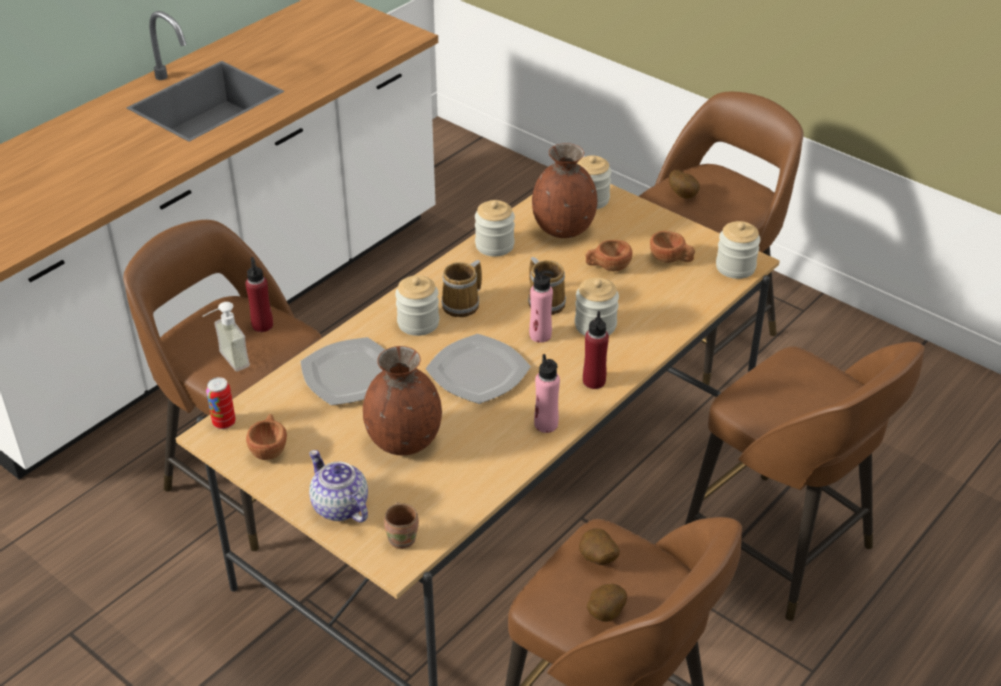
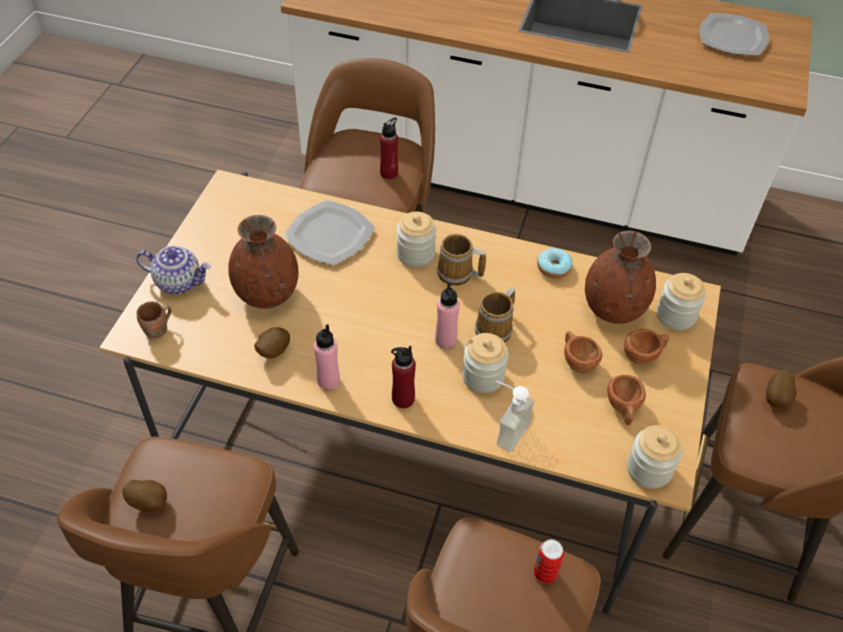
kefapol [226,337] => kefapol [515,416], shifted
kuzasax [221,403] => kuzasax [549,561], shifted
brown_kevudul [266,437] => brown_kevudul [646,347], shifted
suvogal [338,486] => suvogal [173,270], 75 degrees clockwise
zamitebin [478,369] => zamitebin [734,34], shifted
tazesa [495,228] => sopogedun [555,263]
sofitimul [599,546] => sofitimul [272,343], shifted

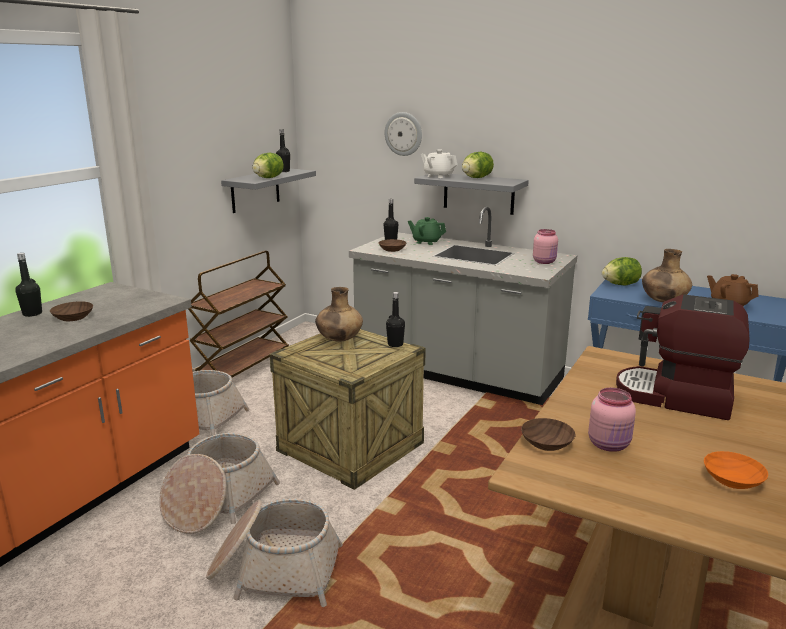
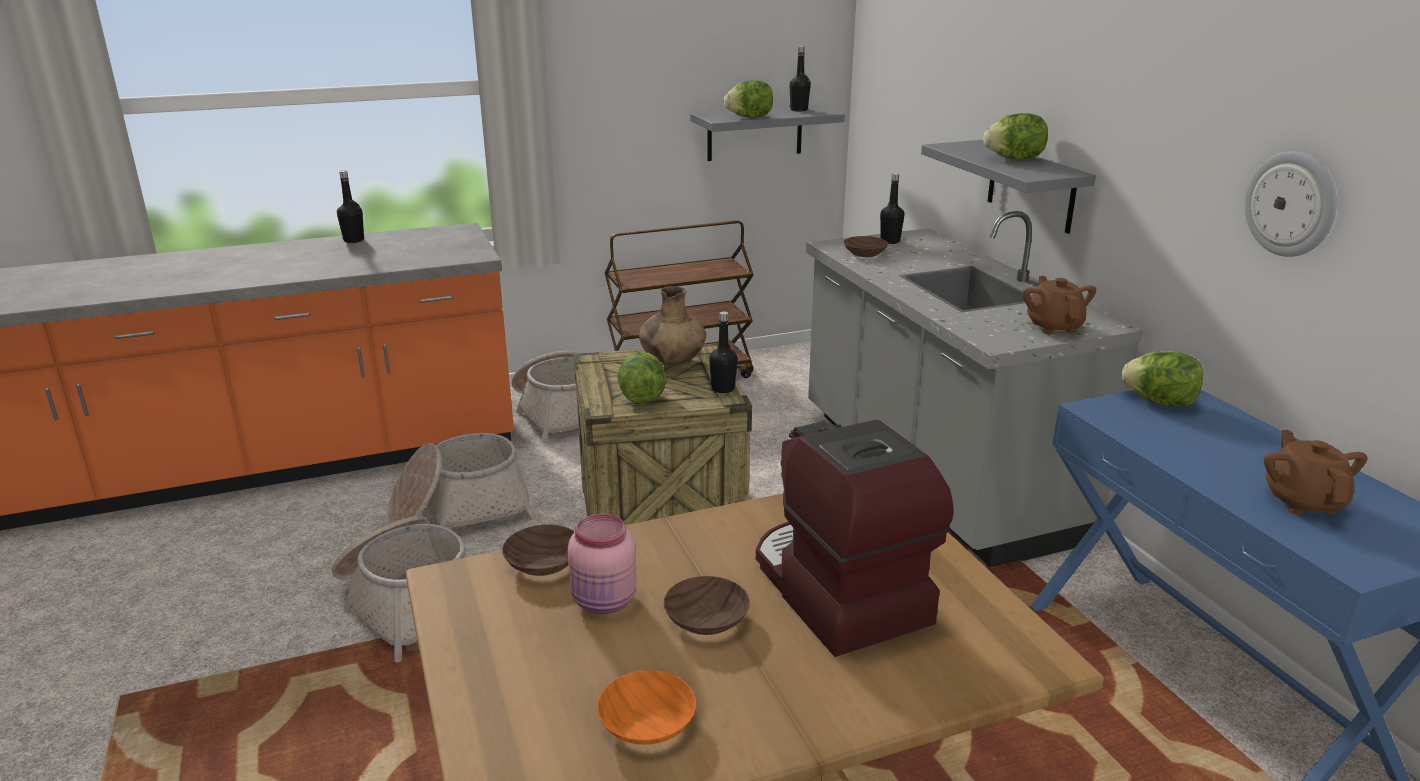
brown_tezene [71,311] => brown_tezene [707,605], shifted
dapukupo [403,134] => dapukupo [1291,204], shifted
green_suvogal [427,231] => nothing
white_suvogal [439,164] => nothing
pink_tazesa [545,246] => brown_suvogal [1059,305]
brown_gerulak [667,275] => nothing
nothing => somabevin [641,378]

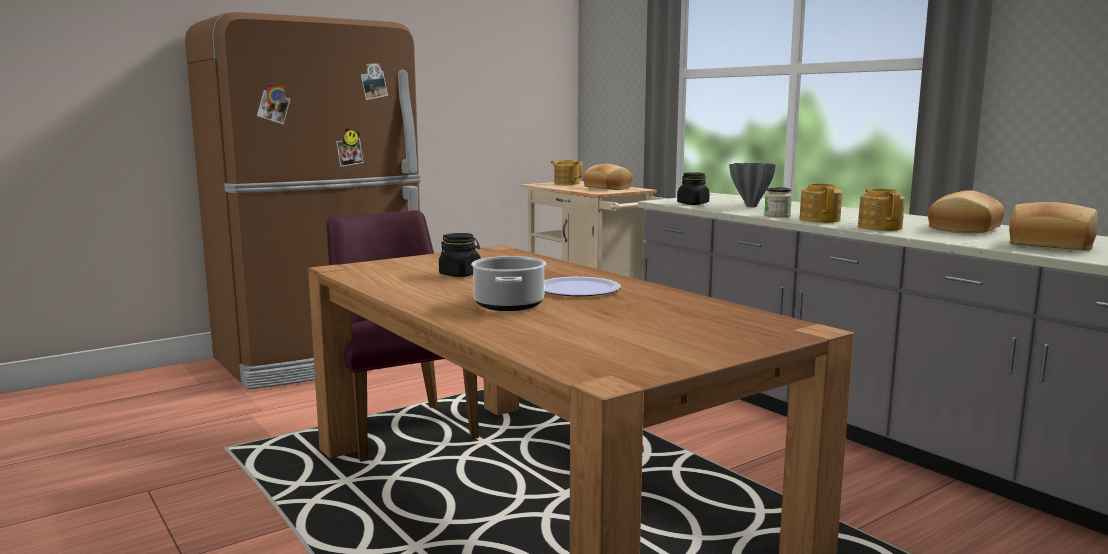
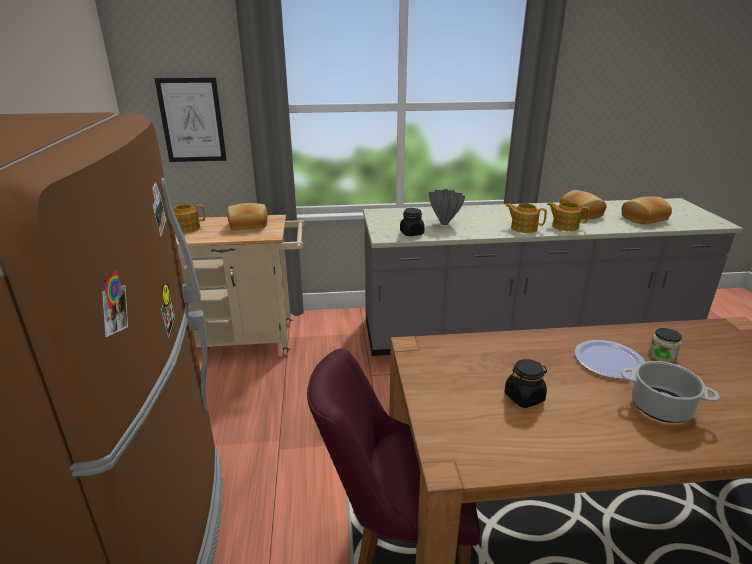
tazesa [778,202] => tazesa [665,345], shifted
nothing => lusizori [190,120]

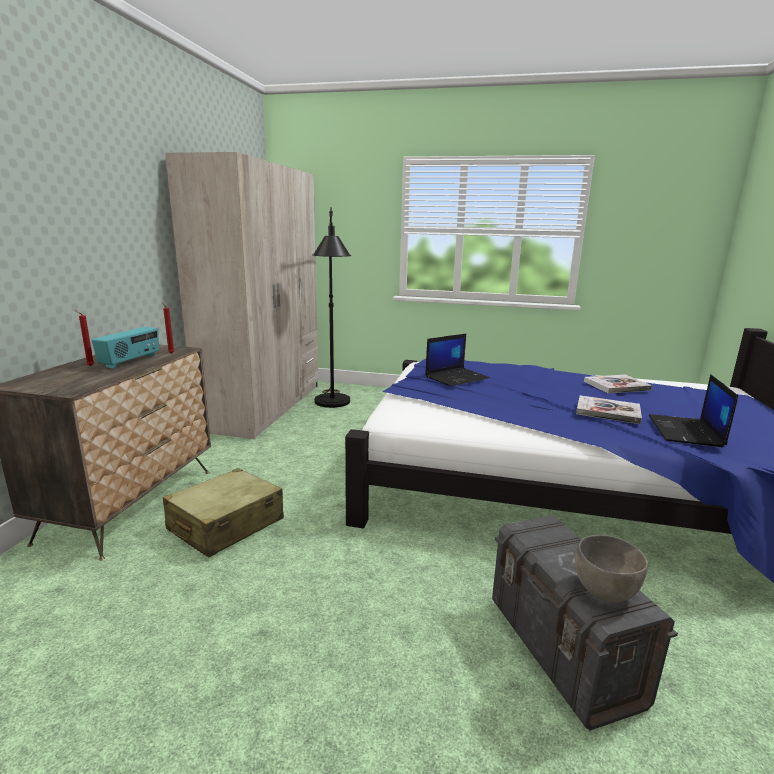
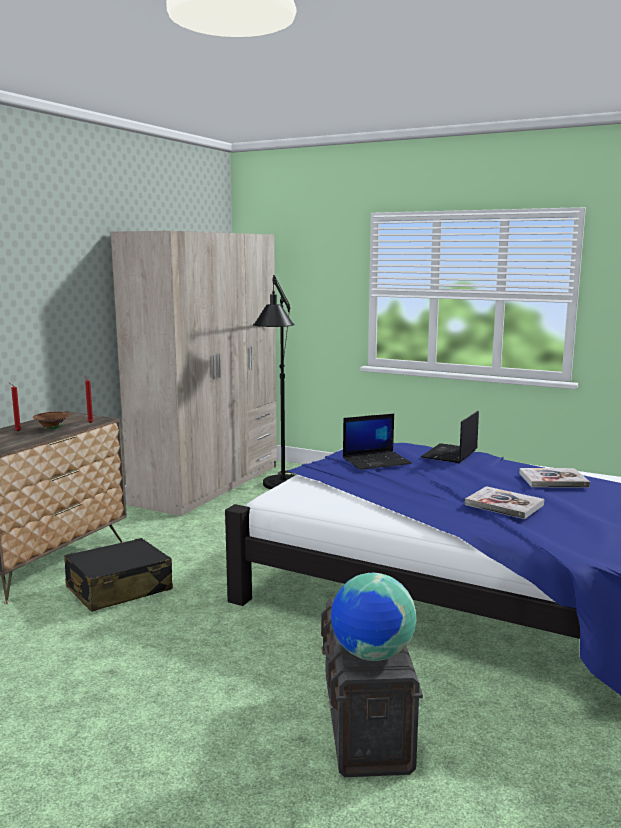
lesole [125,348] => brown_tezene [51,421]
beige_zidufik [223,512] => black_zidufik [118,575]
grey_tezene [611,568] => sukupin [373,617]
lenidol [693,410] => lenidol [450,437], shifted

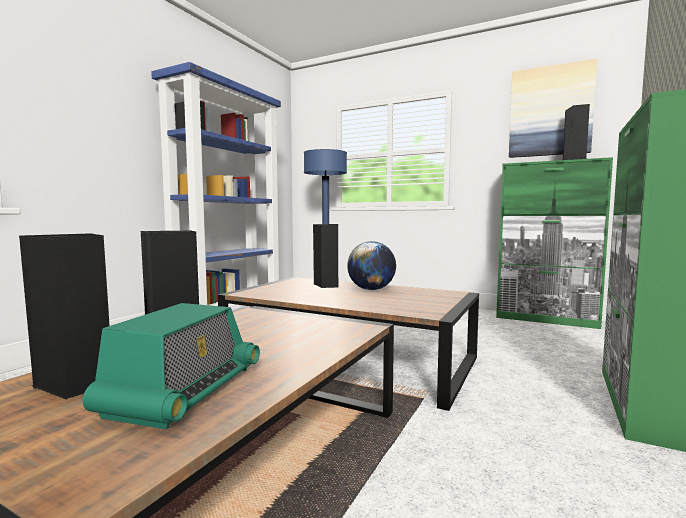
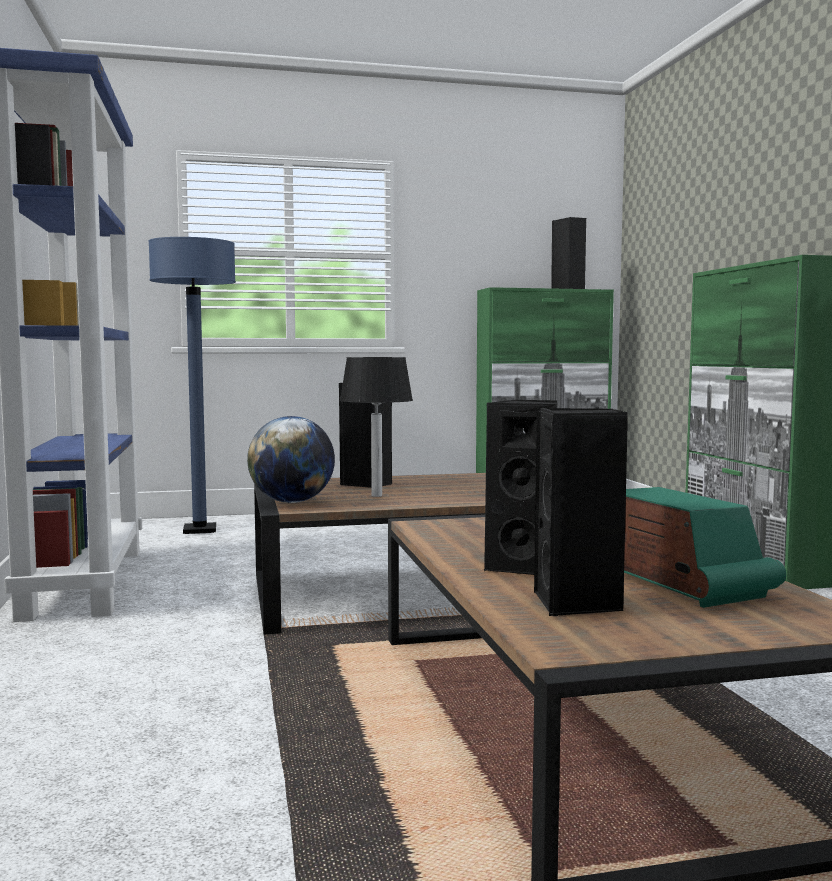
sukupin [371,265] => sukupin [291,459], shifted
lusizori [553,108] => nothing
nothing => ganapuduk [376,427]

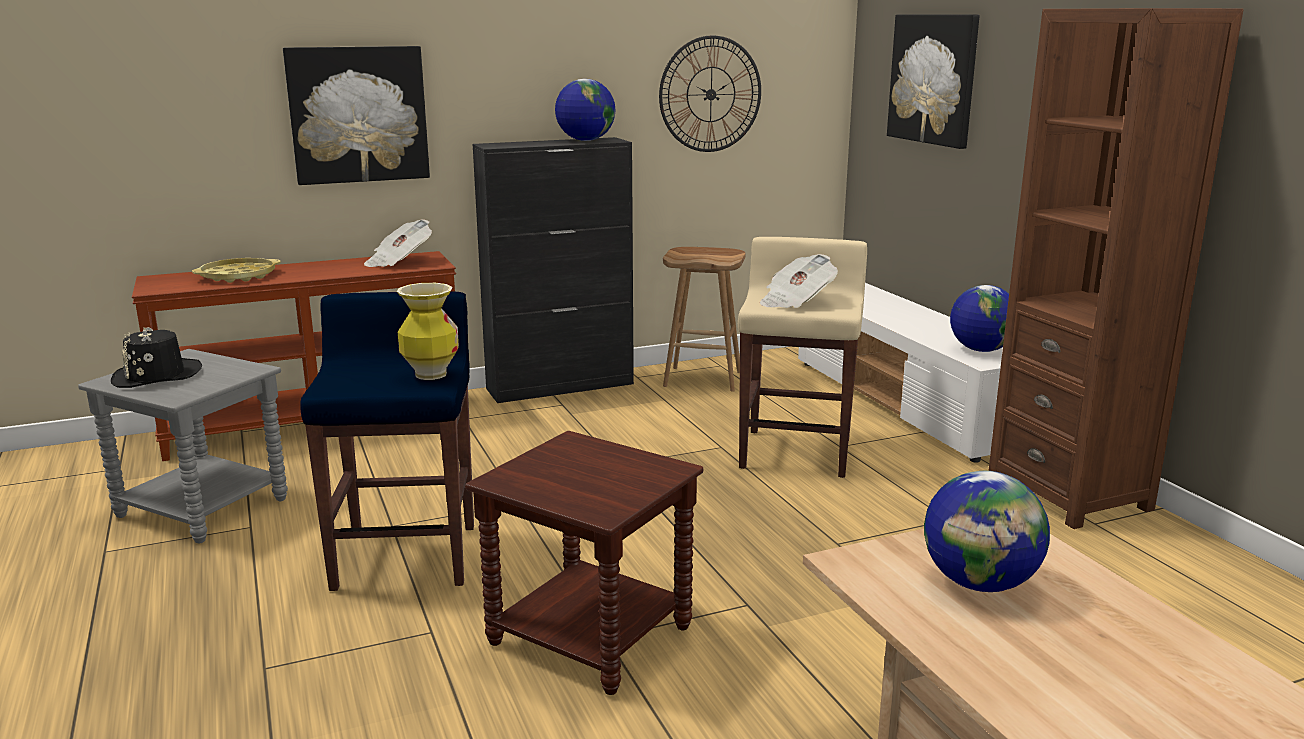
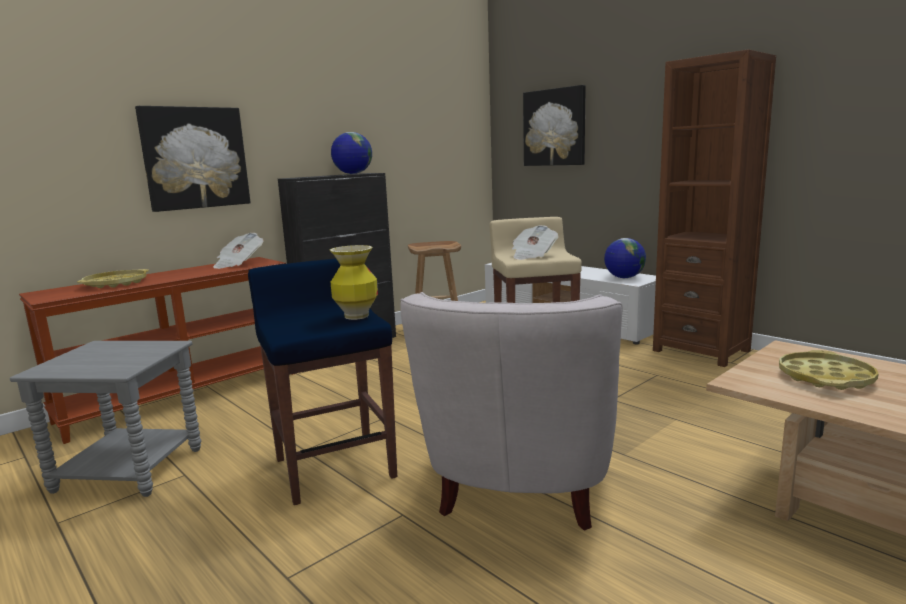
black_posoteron [156,357] => nothing
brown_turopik [584,563] => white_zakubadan [511,411]
dapukupo [710,93] => nothing
sukupin [987,531] => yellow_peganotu [829,370]

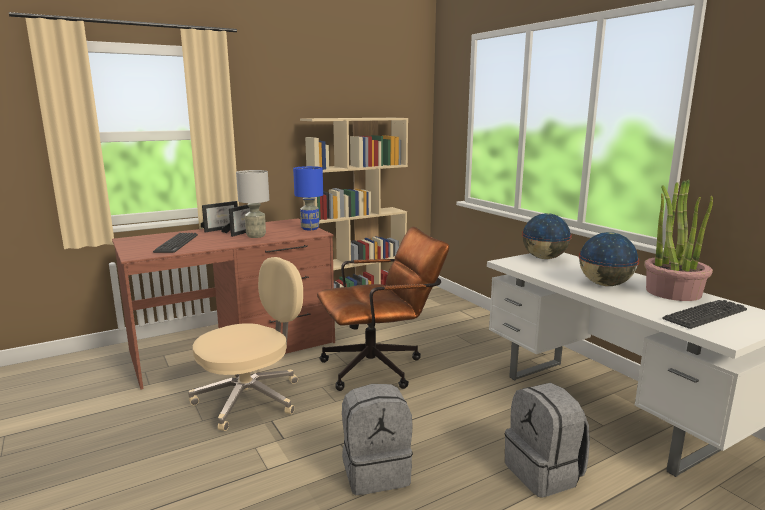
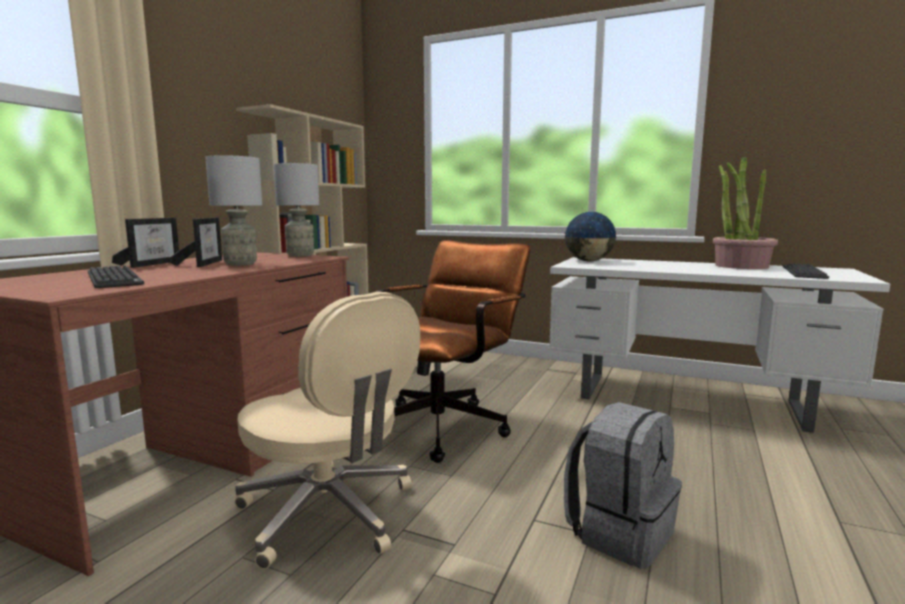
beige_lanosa [245,344] => beige_lanosa [327,430], 120 degrees clockwise
blue_ganapuduk [308,198] => grey_ganapuduk [296,210]
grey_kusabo [547,440] => nothing
sukupin [609,259] => nothing

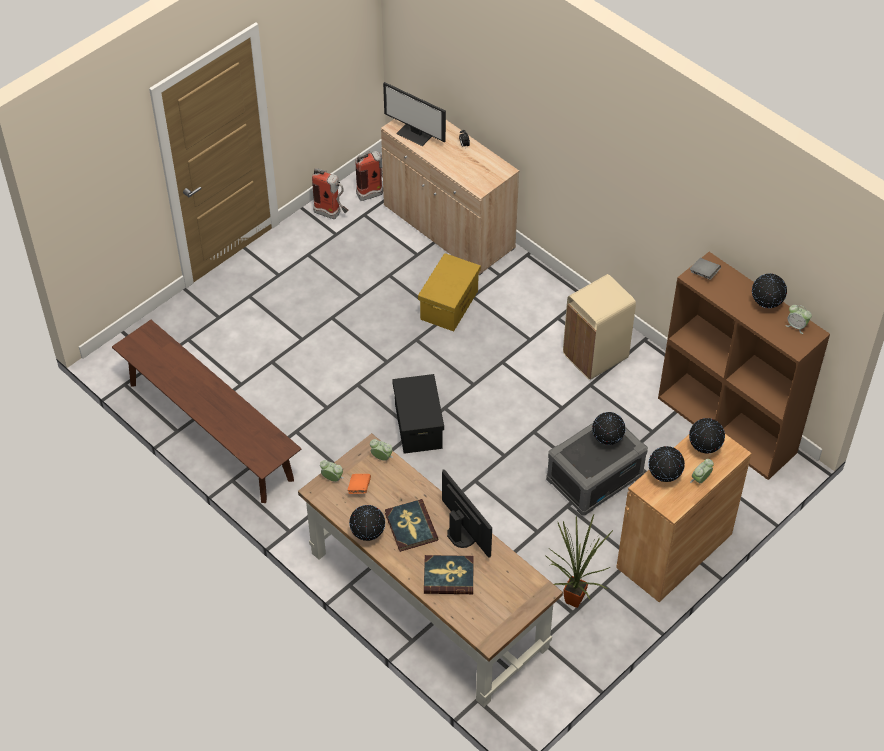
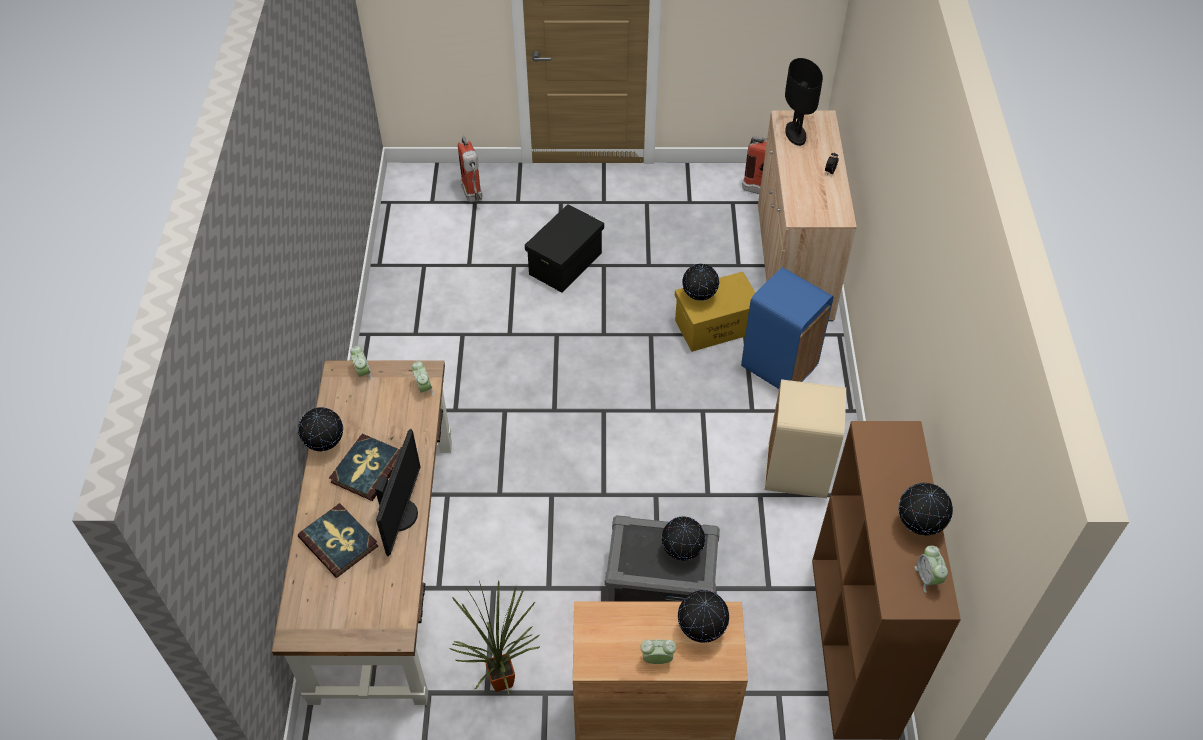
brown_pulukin [207,411] => nothing
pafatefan [330,193] => pafatefan [470,169], shifted
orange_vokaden [359,484] => nothing
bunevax [414,114] => black_ganapuduk [804,102]
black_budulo [418,414] => black_budulo [564,248], shifted
sukupin [666,464] => sukupin [700,282], shifted
grey_vokaden [705,269] => nothing
nothing => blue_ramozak [787,328]

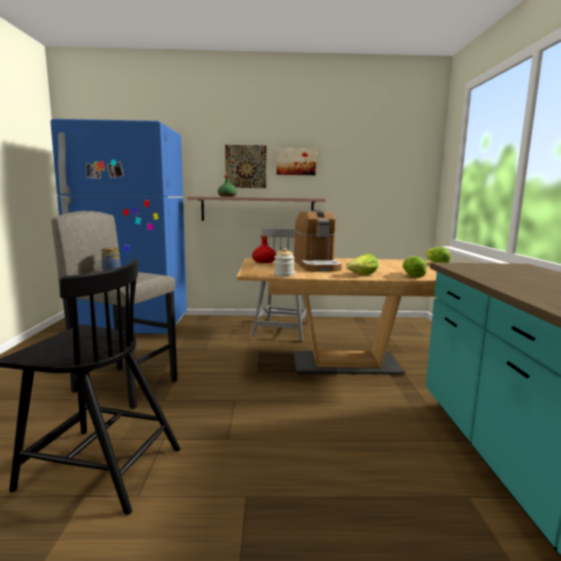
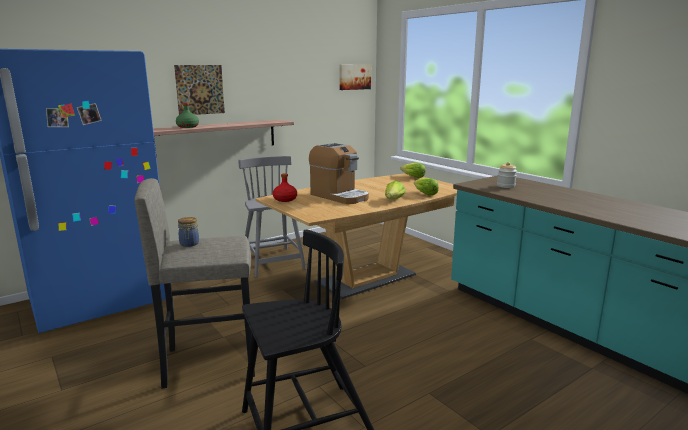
tazesa [284,262] => tazesa [507,175], shifted
lusizori [296,161] => lusizori [355,77], shifted

